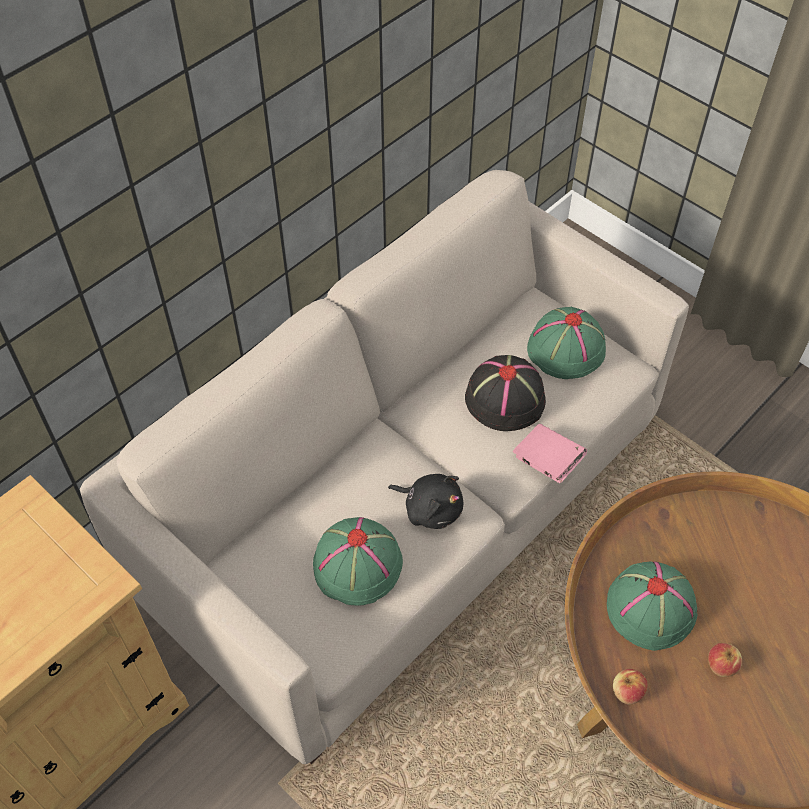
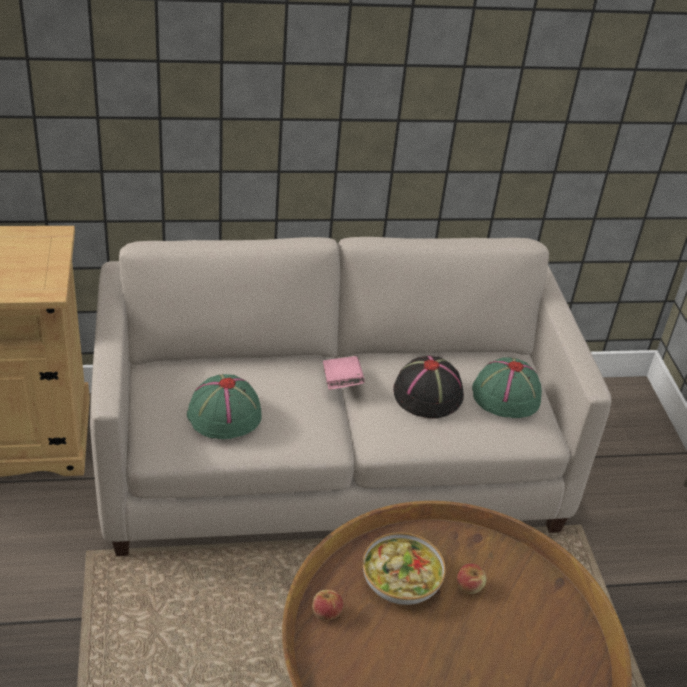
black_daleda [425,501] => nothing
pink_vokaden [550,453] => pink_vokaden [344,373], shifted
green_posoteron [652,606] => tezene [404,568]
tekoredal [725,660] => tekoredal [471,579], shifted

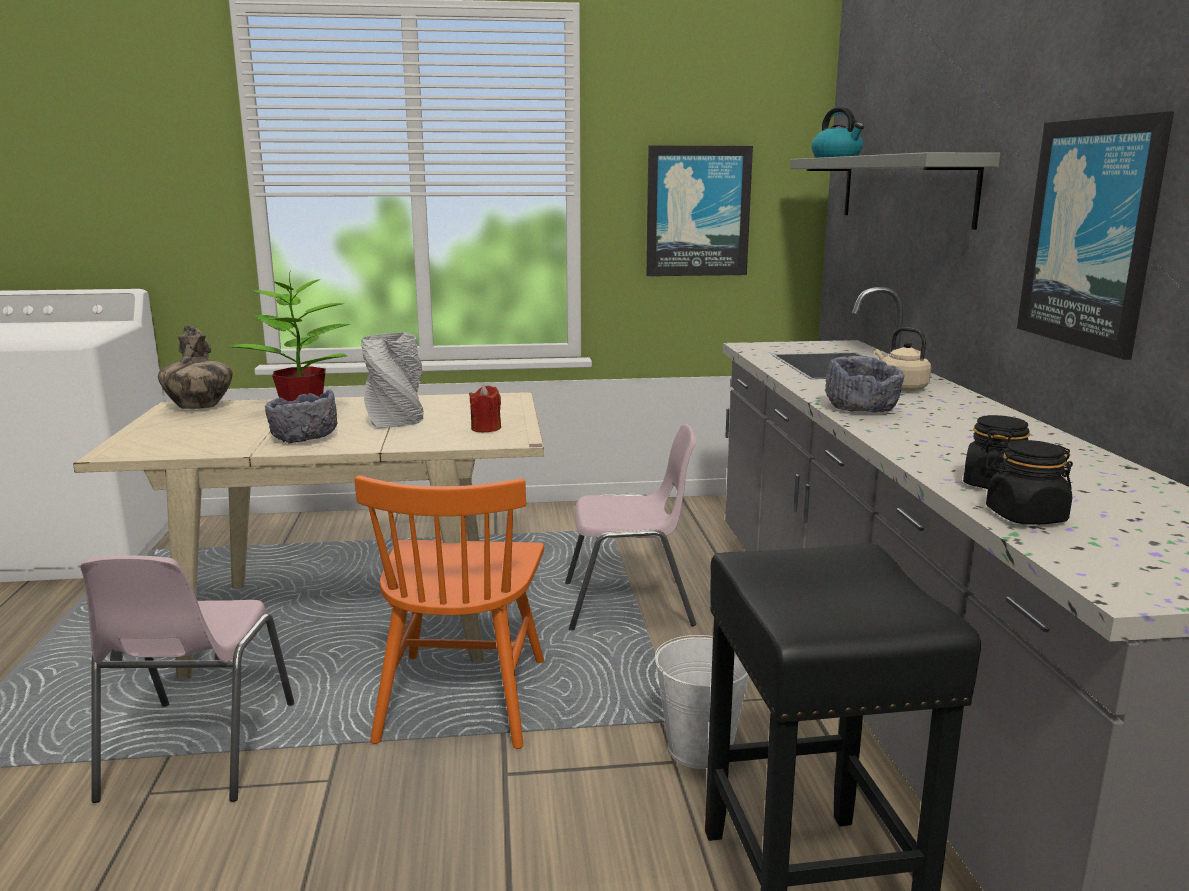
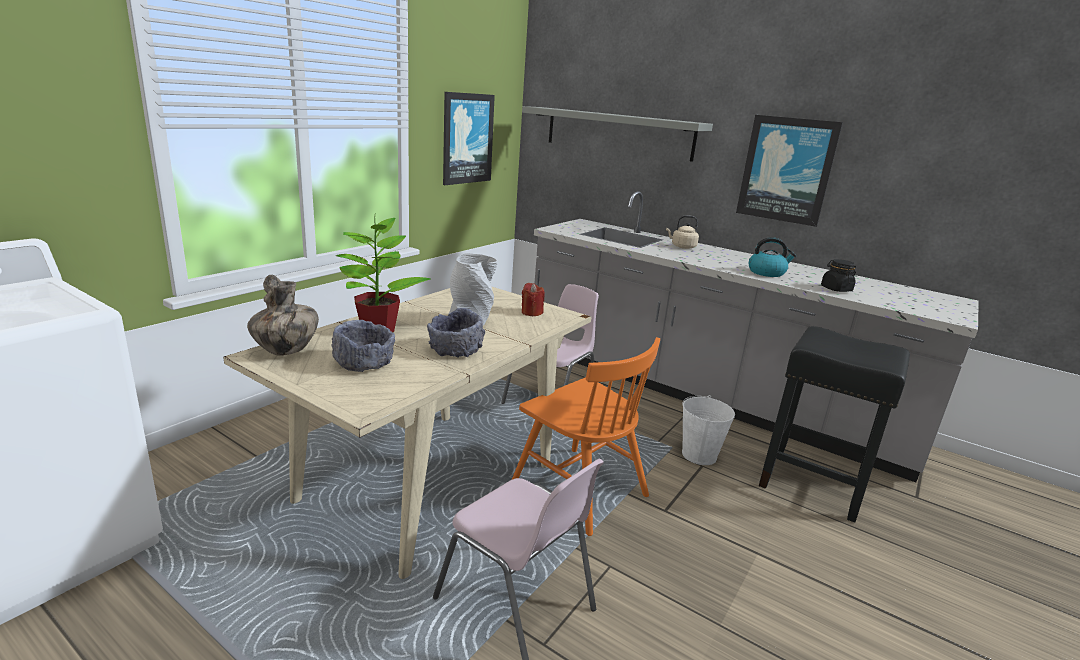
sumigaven [837,132] => sumigaven [773,257], shifted
grey_tezene [864,384] => grey_tezene [363,346], shifted
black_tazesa [1029,482] => nothing

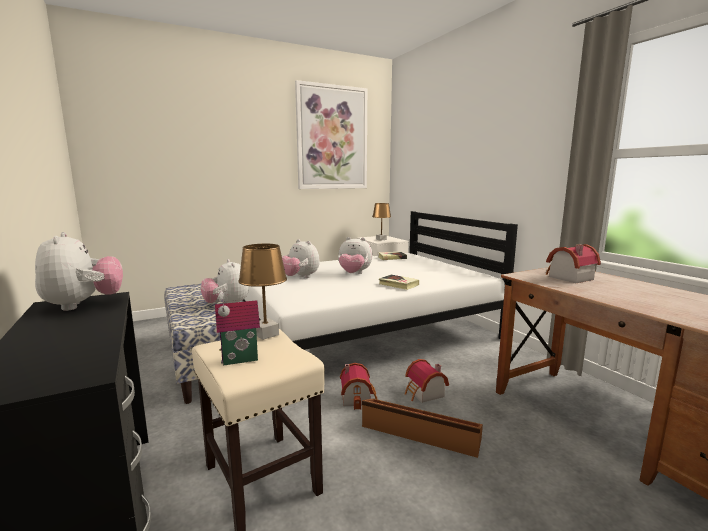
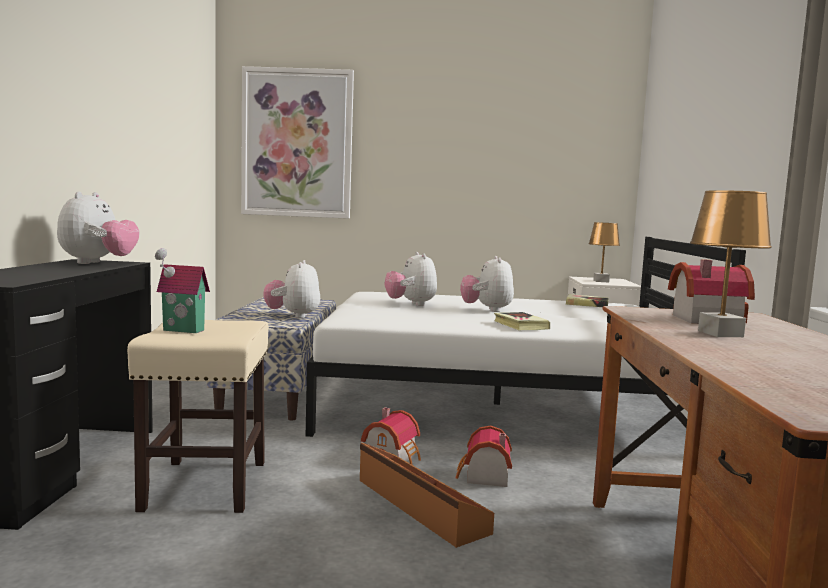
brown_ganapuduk [262,292] => brown_ganapuduk [731,263], shifted
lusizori [331,134] => lusizori [297,142], shifted
daleda [355,255] => daleda [487,284], 45 degrees clockwise

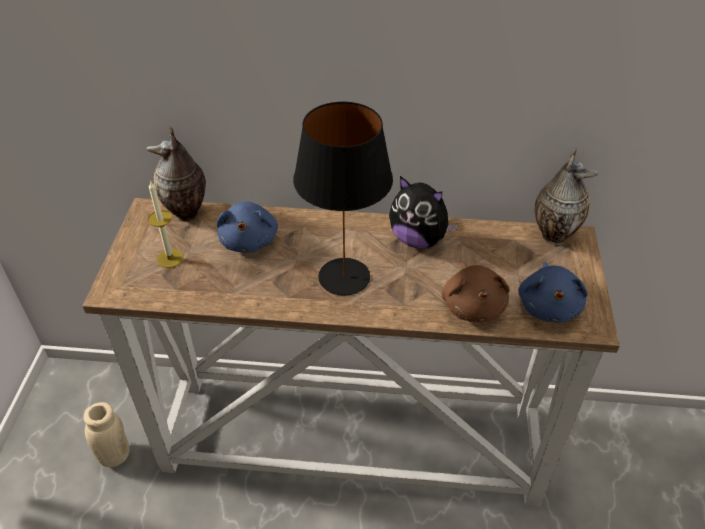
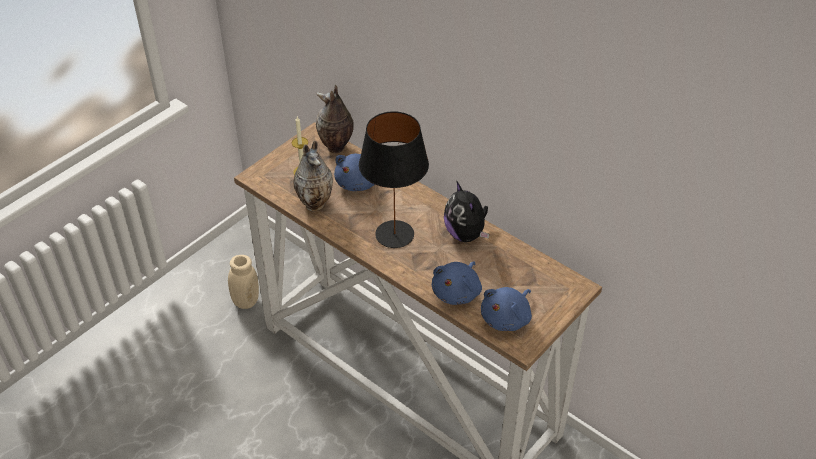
brown_daleda [476,292] => blue_daleda [457,283]
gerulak [566,196] => gerulak [313,176], shifted

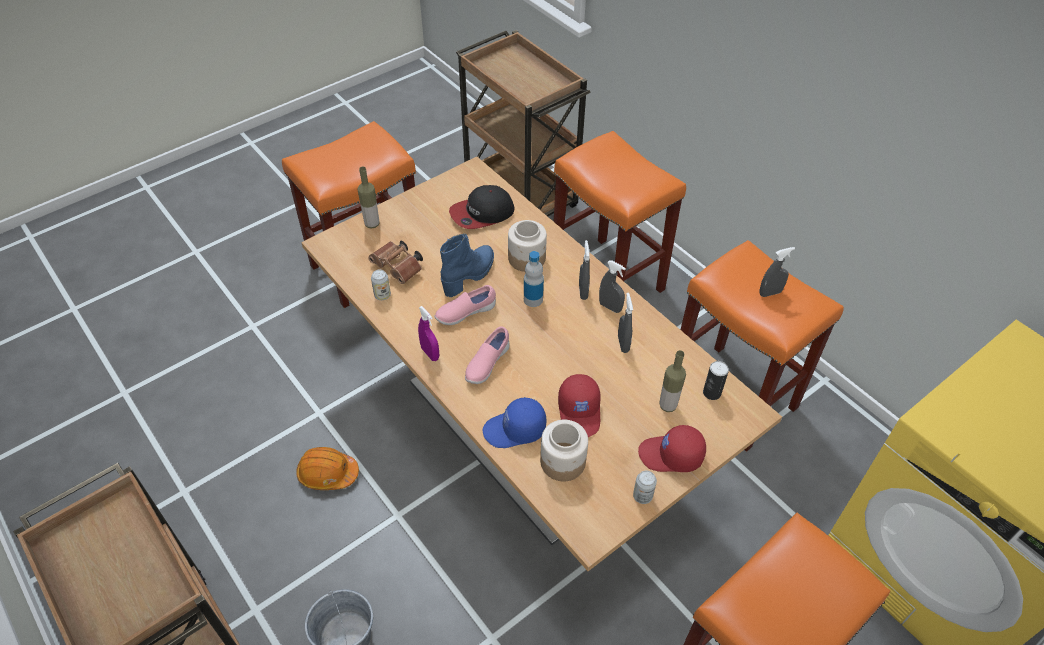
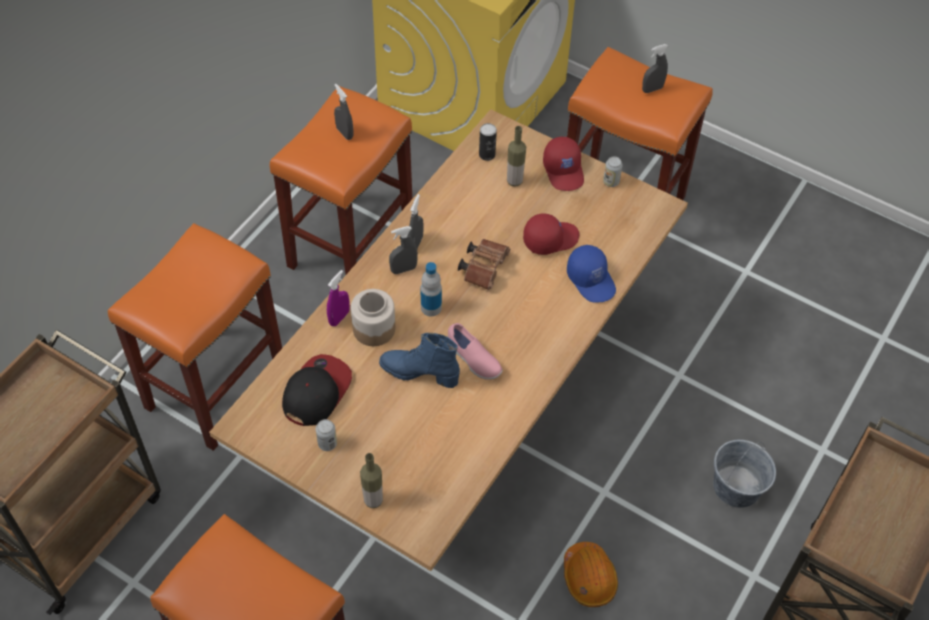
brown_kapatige [395,262] => brown_kapatige [484,264], shifted
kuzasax [381,285] => kuzasax [326,435], shifted
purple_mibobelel [428,333] => purple_mibobelel [338,298], shifted
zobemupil [482,207] => zobemupil [317,390], 105 degrees counterclockwise
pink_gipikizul [487,355] => nothing
tazesa [564,450] => nothing
grey_mibobelel [625,323] => grey_mibobelel [655,68], shifted

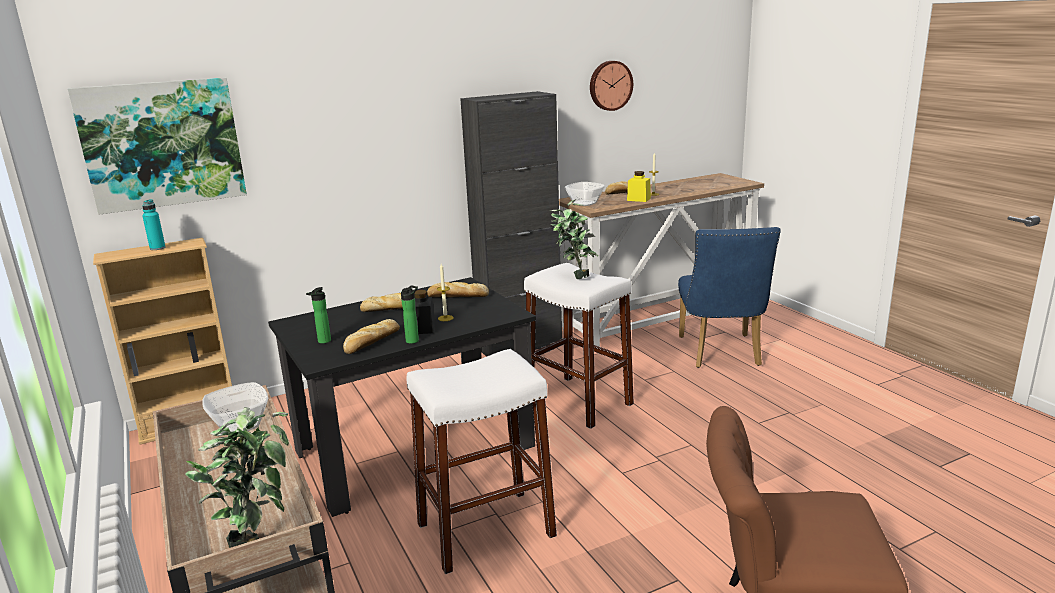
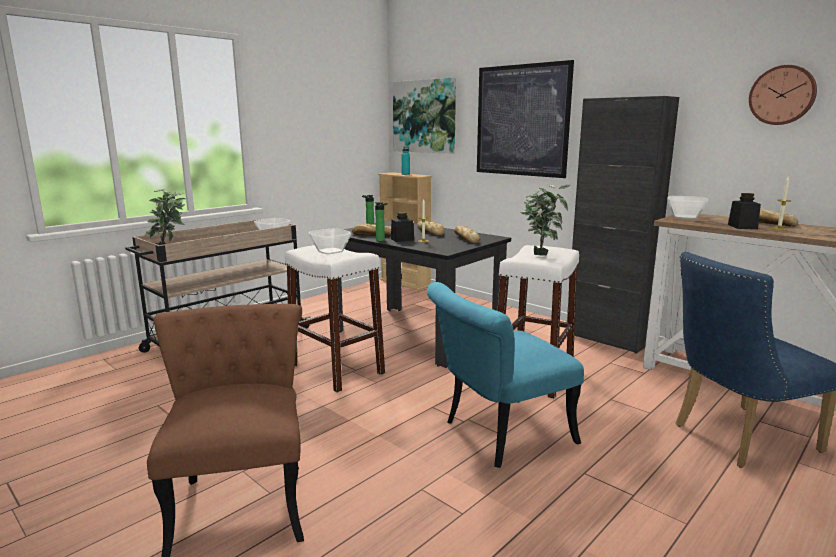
yellow_tazesa [639,186] => black_tazesa [744,211]
nothing => tezene [329,241]
nothing => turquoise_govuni [505,375]
nothing => lusizori [525,119]

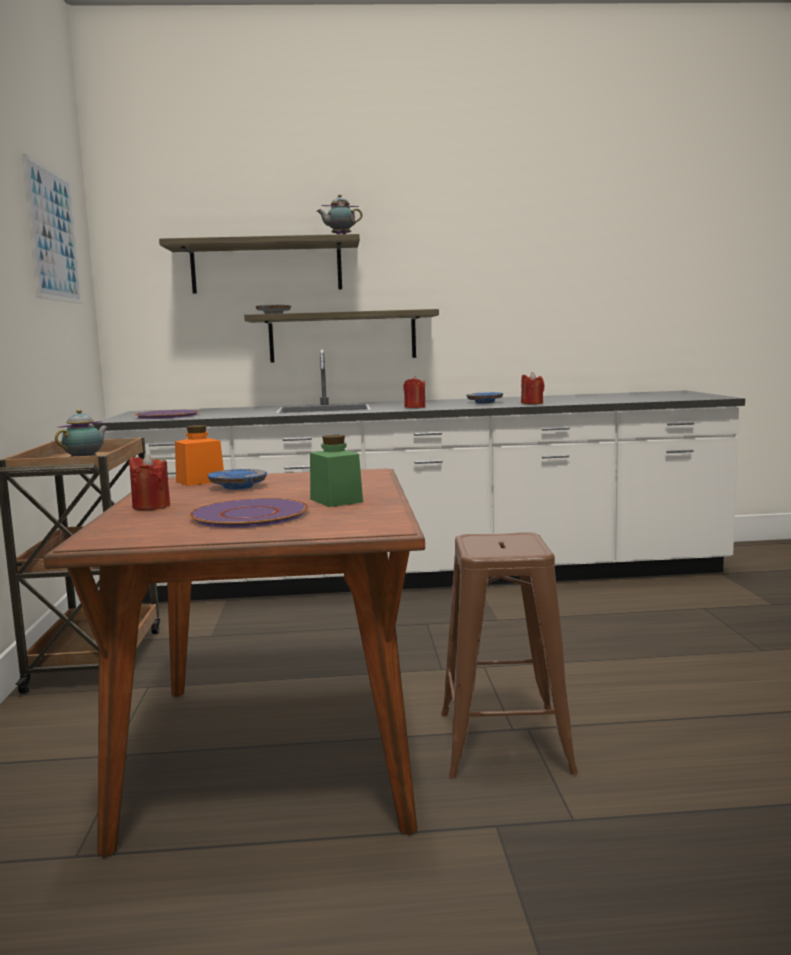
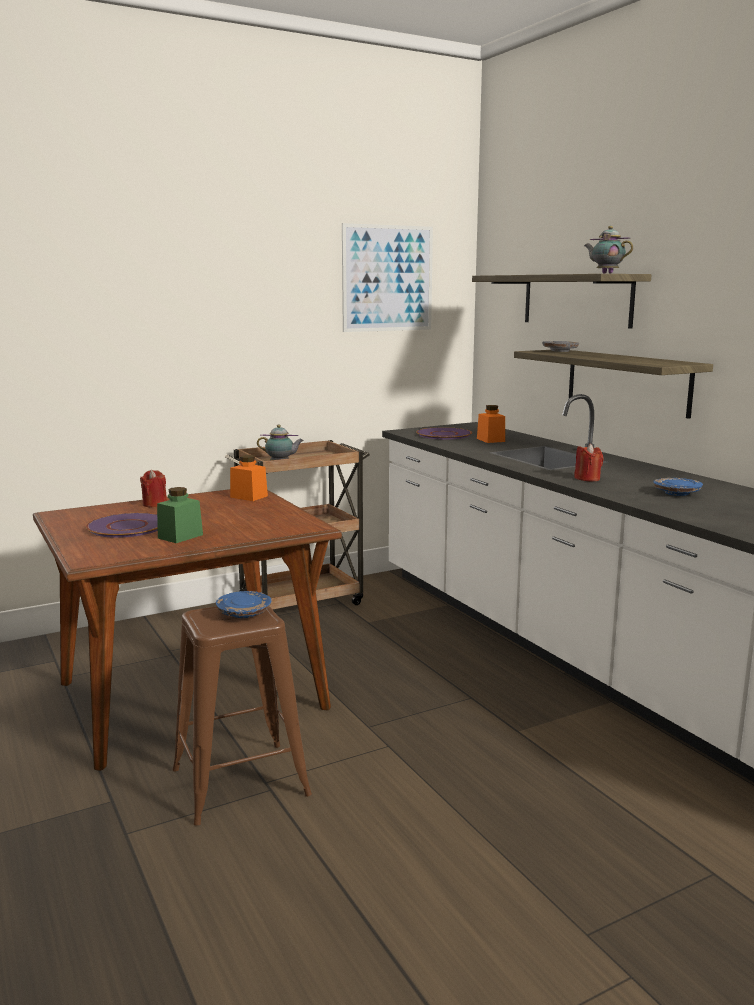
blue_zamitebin [237,479] => blue_zamitebin [243,604], shifted
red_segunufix [533,388] => nothing
nothing => orange_tazesa [491,424]

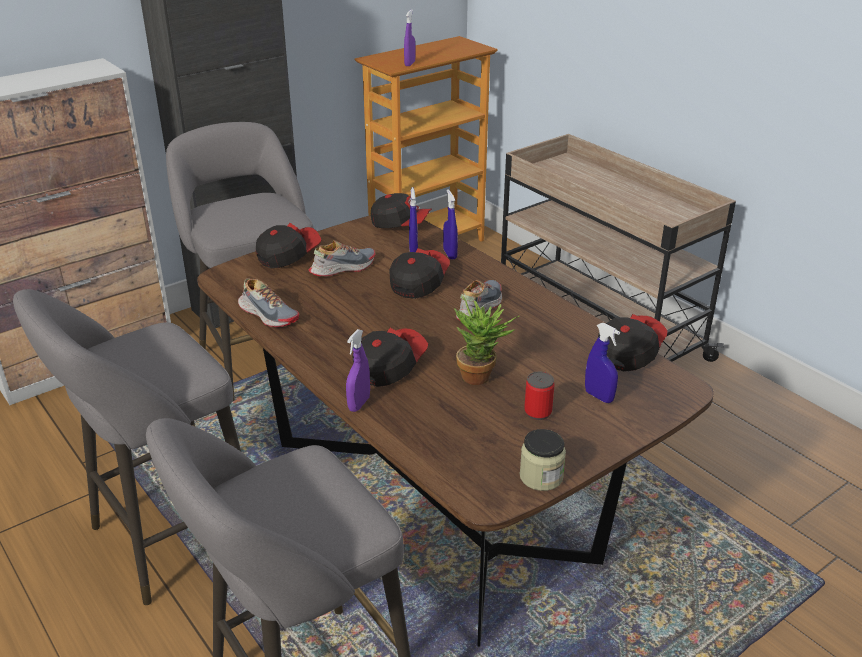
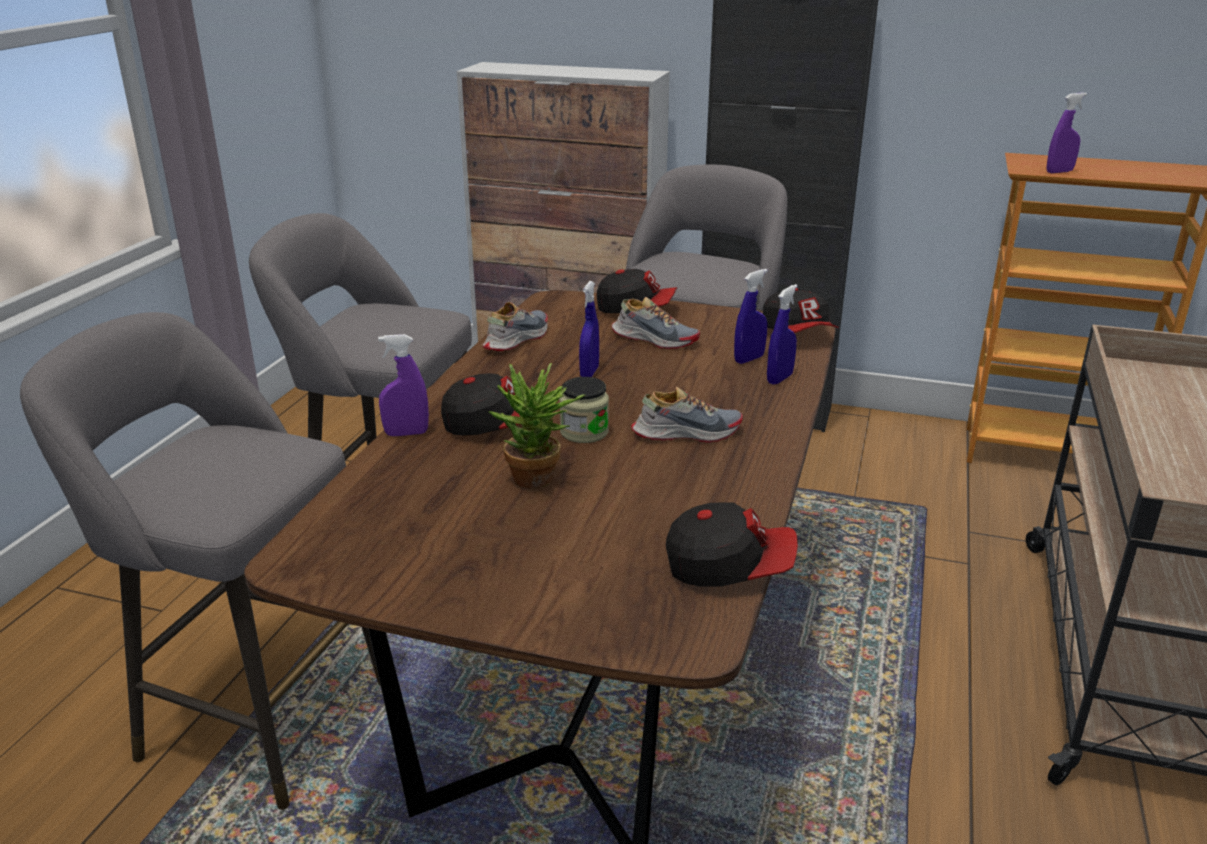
gipikizul [268,303] => gipikizul [515,326], 150 degrees counterclockwise
zobemupil [419,273] => nothing
tazesa [543,460] => tazesa [584,410], shifted
kuzasax [539,396] => nothing
blue_mibobelel [602,363] => blue_mibobelel [589,329], shifted

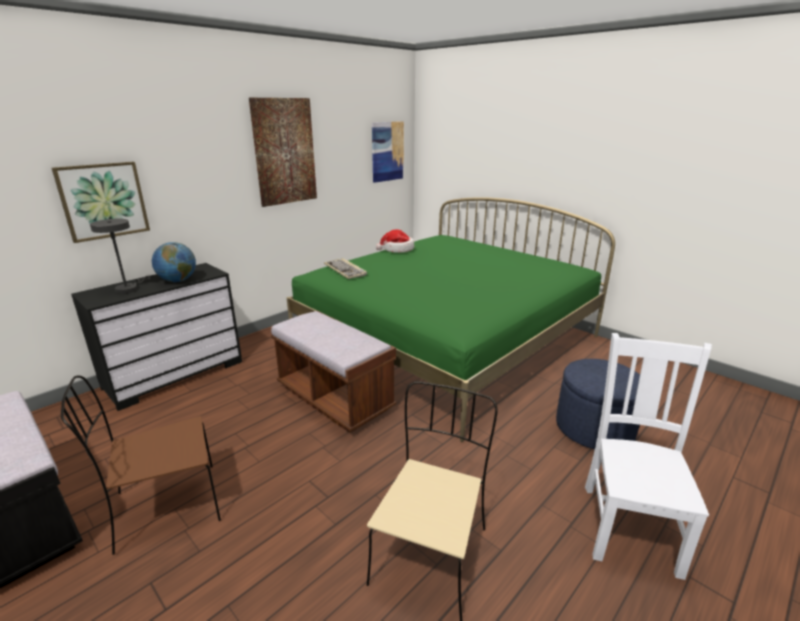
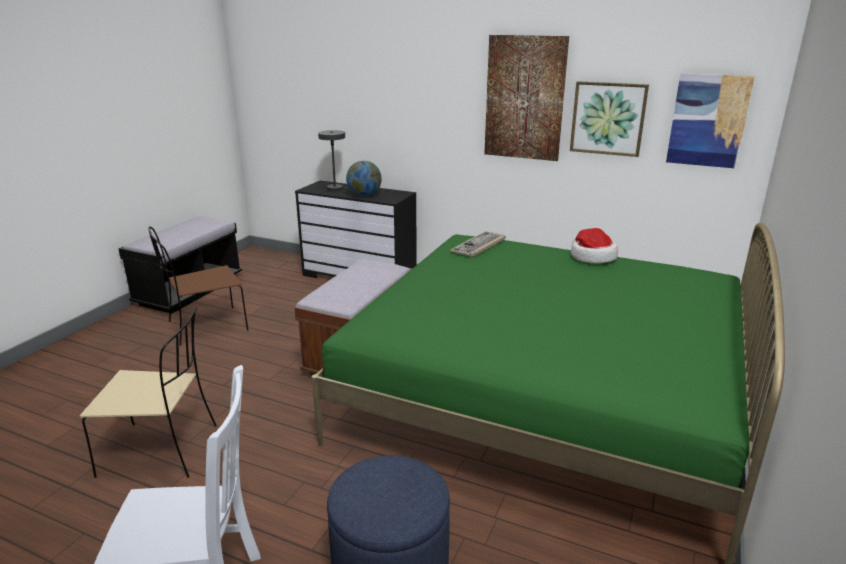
lusizori [101,202] => lusizori [609,119], shifted
brown_govuni [141,465] => brown_govuni [198,286], 75 degrees counterclockwise

